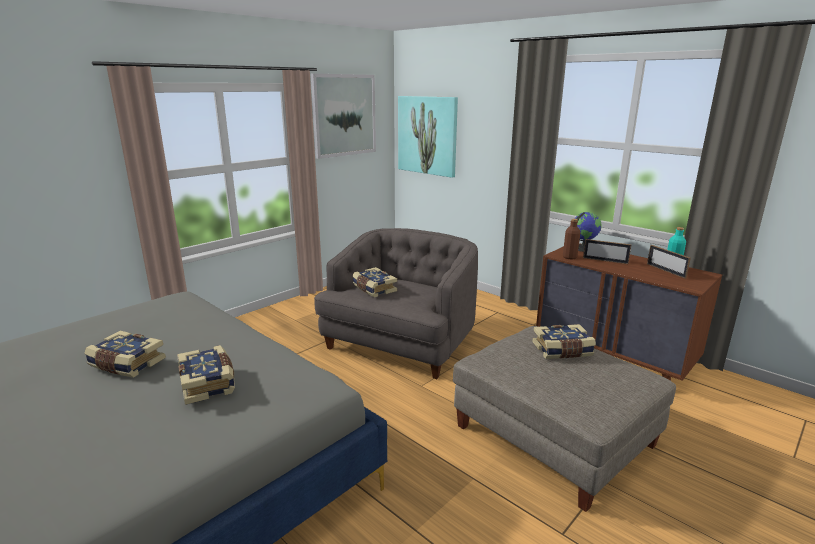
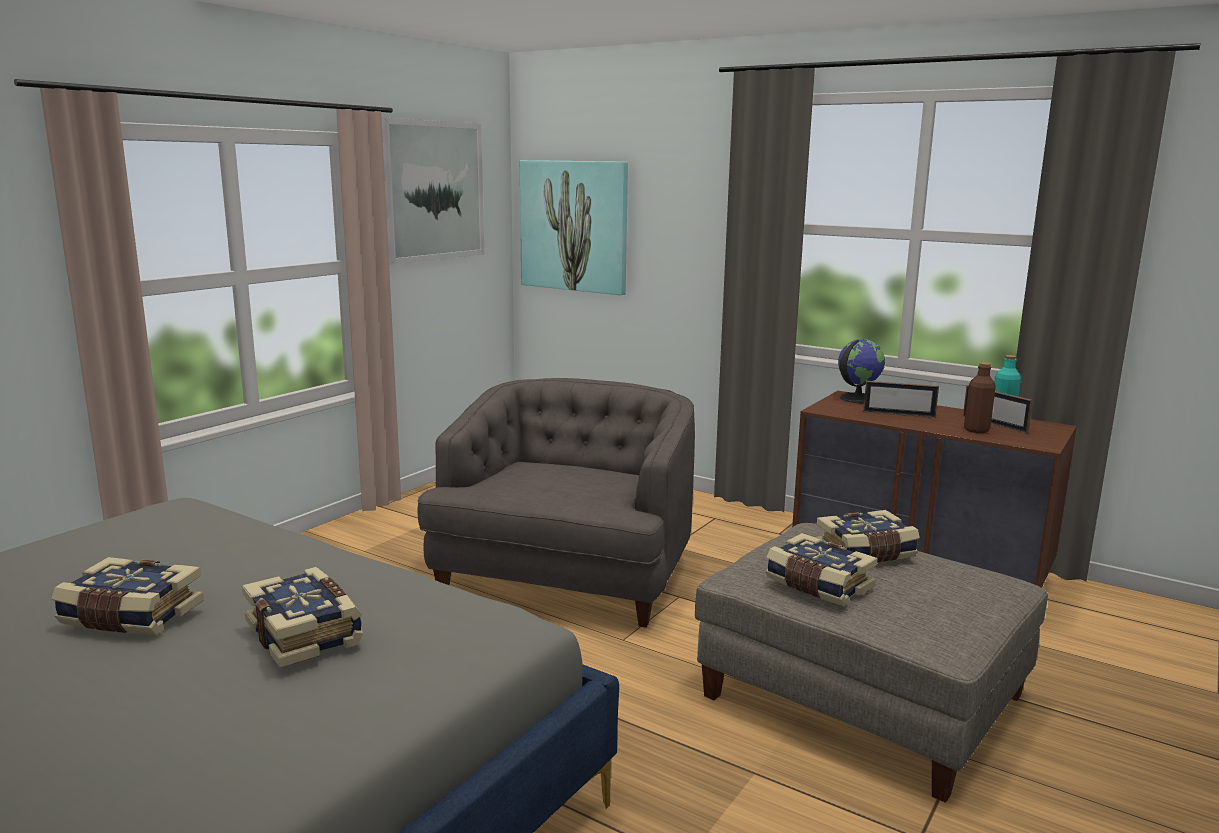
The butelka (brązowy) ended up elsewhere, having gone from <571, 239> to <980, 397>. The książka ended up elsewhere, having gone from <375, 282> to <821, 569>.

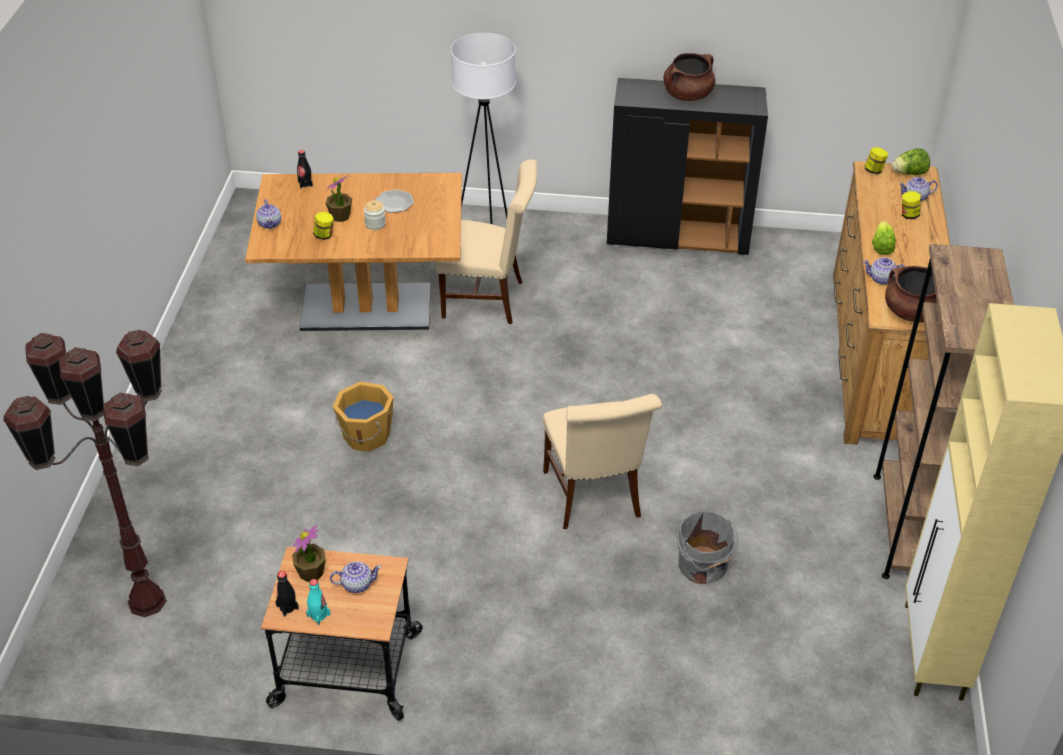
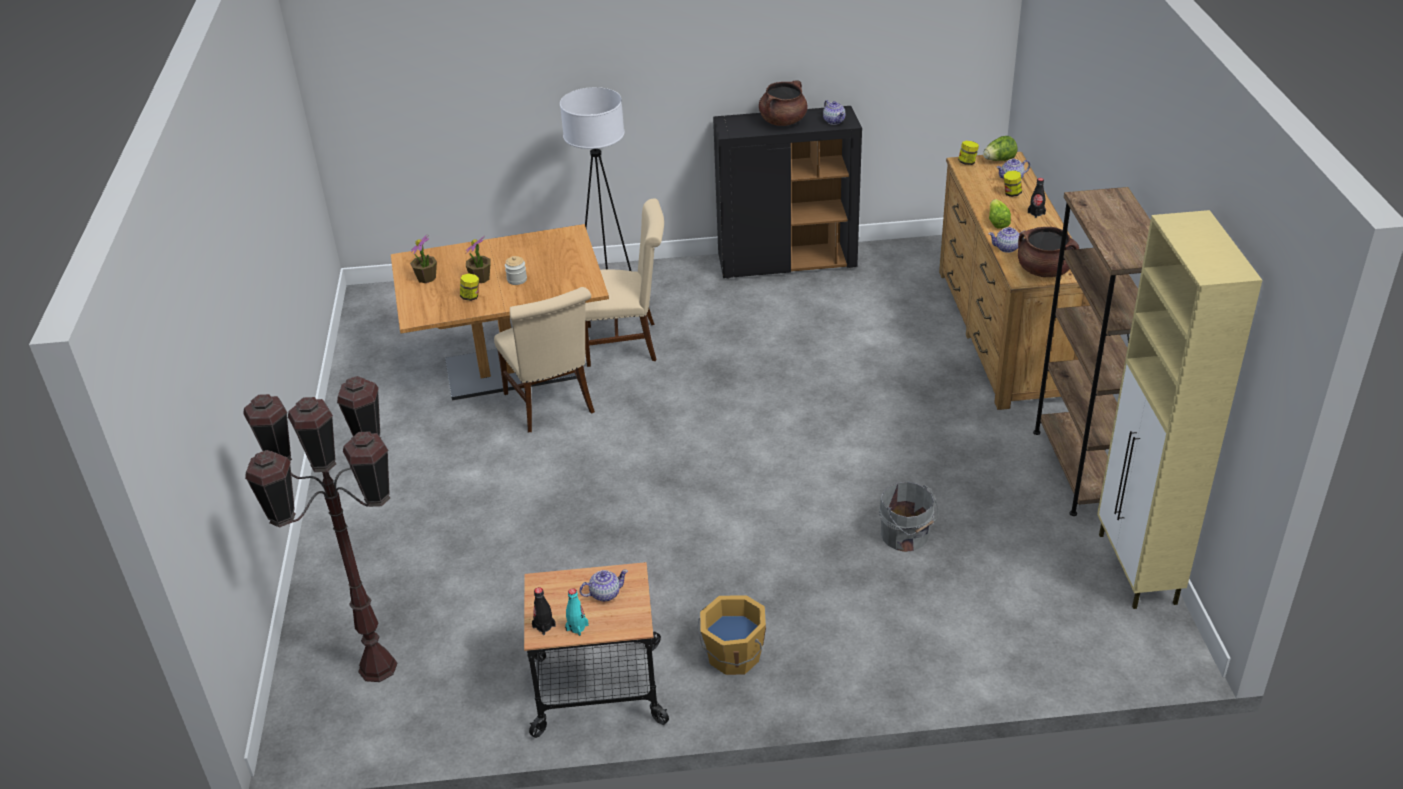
The butelka (czarny) ended up elsewhere, having gone from <305, 169> to <1037, 198>. The second view lost the talerz at <394, 201>. The imbryk ended up elsewhere, having gone from <268, 214> to <834, 112>. The wiadro (pomarańczowy) ended up elsewhere, having gone from <363, 416> to <731, 635>. The krzesło (beżowy) ended up elsewhere, having gone from <602, 461> to <544, 359>. The roślina doniczkowa ended up elsewhere, having gone from <309, 553> to <423, 258>.

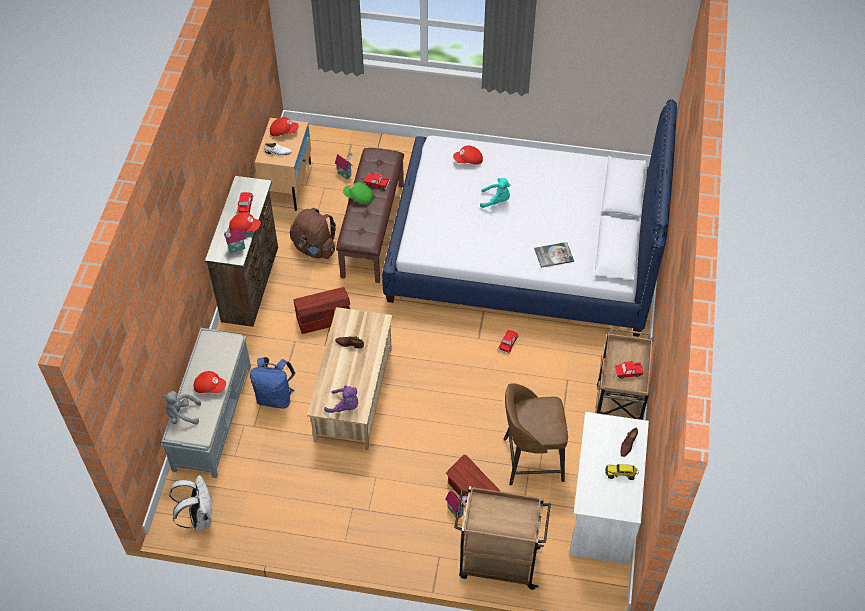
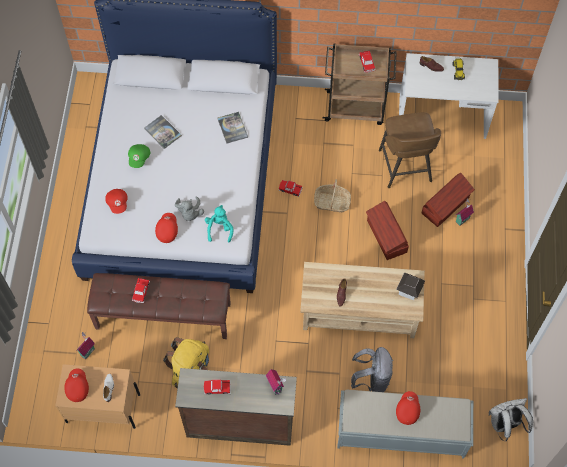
The pluszak (turkusowy) ended up elsewhere, having gone from <495, 193> to <219, 223>. The czapka z daszkiem (zielony) ended up elsewhere, having gone from <358, 193> to <139, 156>. What was the plecak (brązowy) at <313, 233> turned into the plecak (żółty) at <186, 363>. The czapka z daszkiem (czerwony) ended up elsewhere, having gone from <245, 222> to <166, 228>. The pojemnik do przechowywania (brązowy) ended up elsewhere, having gone from <321, 310> to <387, 230>. What was the plecak (niebieski) at <273, 382> turned into the plecak (szary) at <372, 369>. Where the pluszak (fioletowy) stood at <341, 399>, the domek came to stand at <410, 286>. The pluszak (szary) ended up elsewhere, having gone from <182, 408> to <189, 208>. The second view lost the wózek (brązowy) at <502, 538>. The second view gained the książka at <162, 132>. The second view gained the koszyk at <332, 195>.

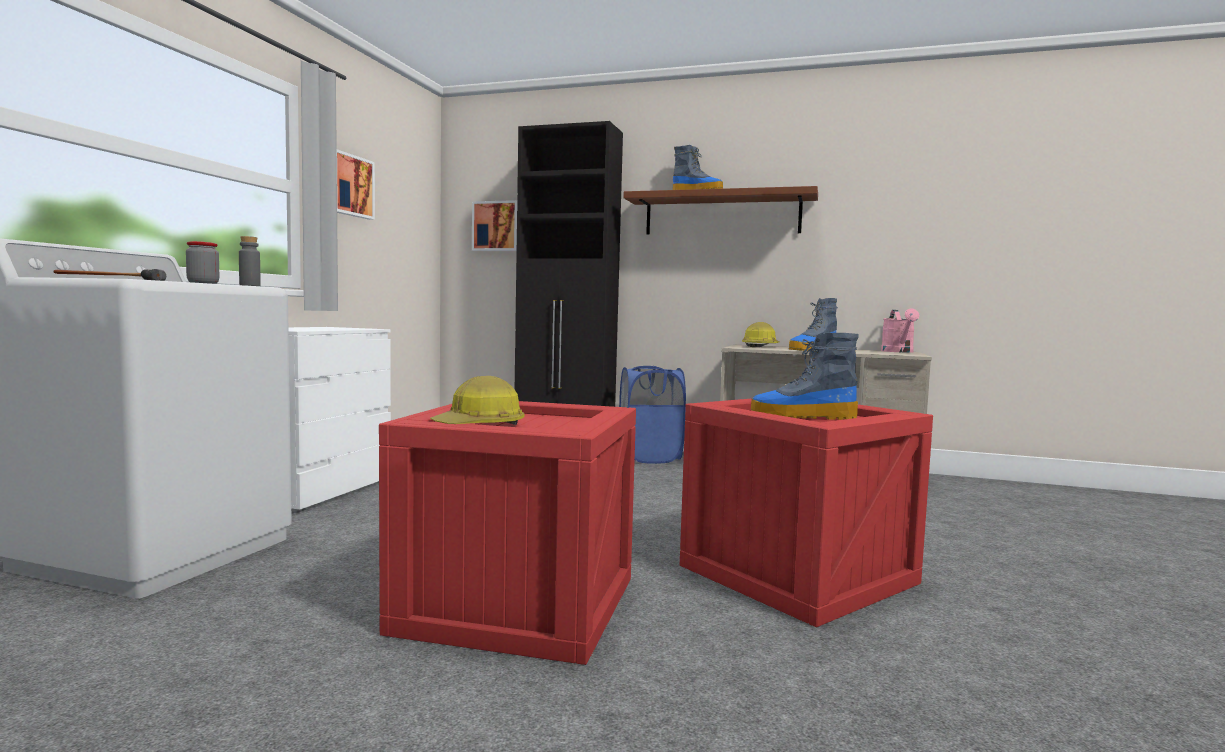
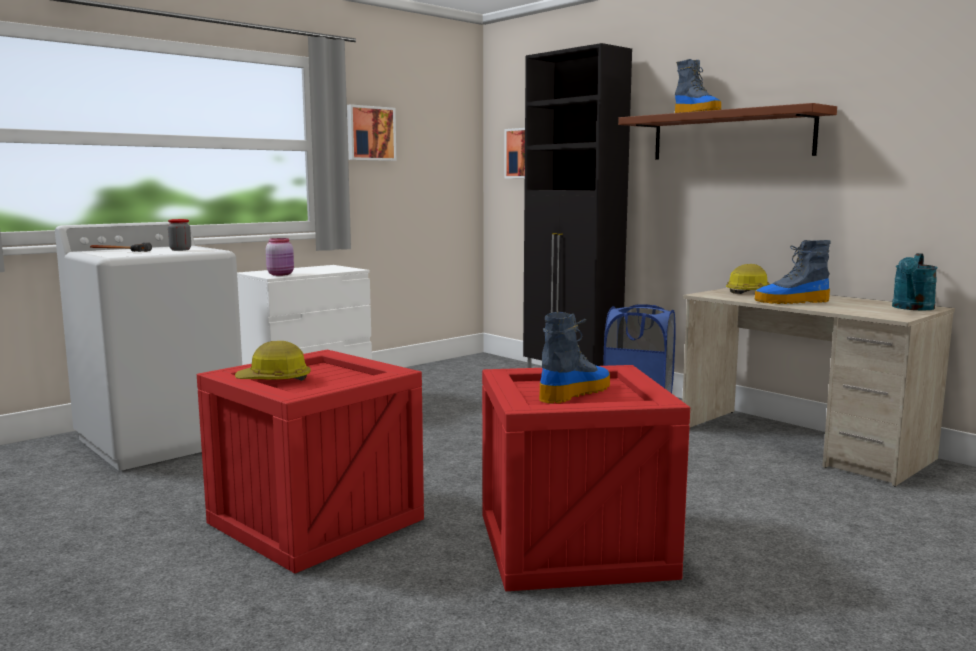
The second view lost the butelka (szary) at <250, 261>. What was the konewka (różowy) at <900, 330> turned into the konewka (turkusowy) at <915, 281>. The but z cholewką at <805, 376> ended up facing another way, 90 degrees clockwise from before. The second view gained the słoik (różowy) at <280, 257>.

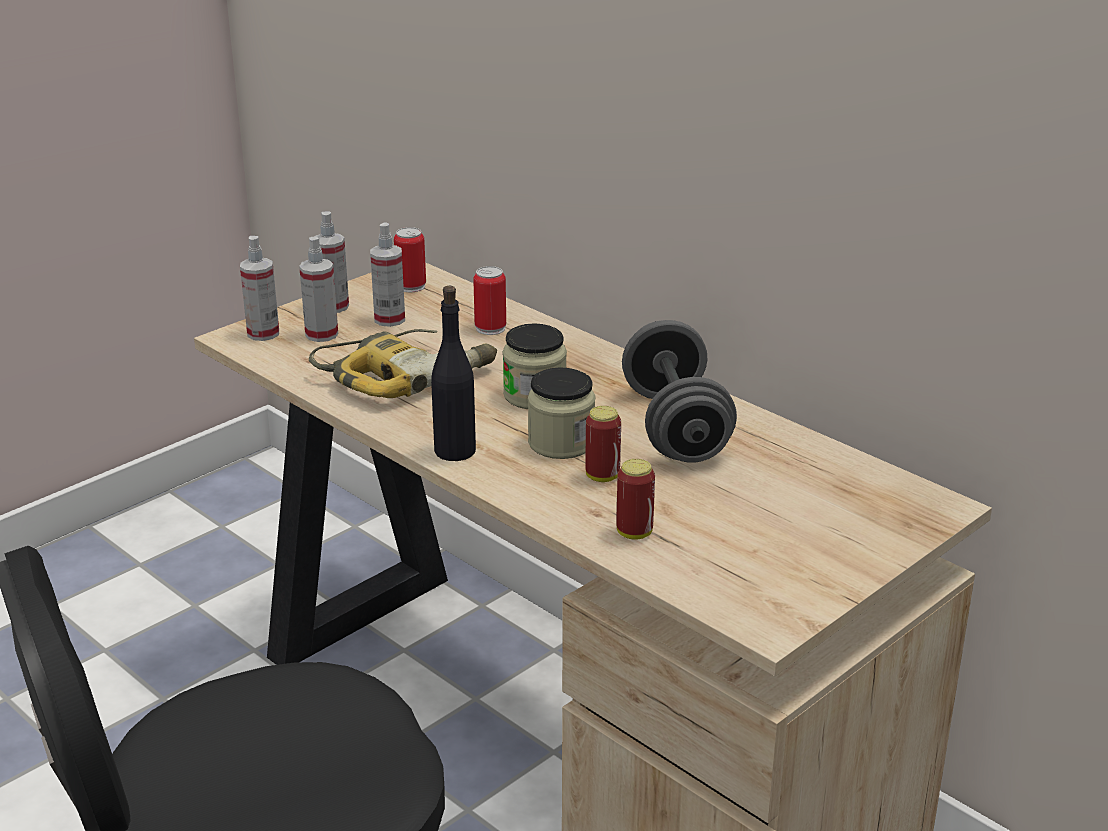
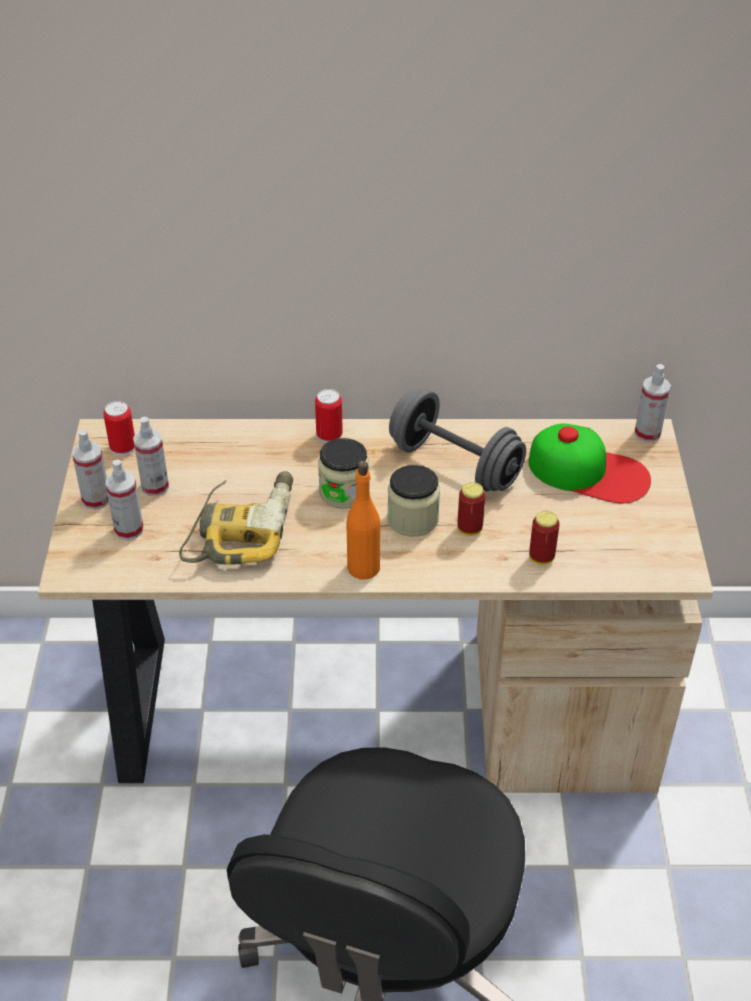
The spryskiwacz ended up elsewhere, having gone from <259, 288> to <652, 403>. The puszka ended up elsewhere, having gone from <489, 300> to <329, 416>. What was the butelka (czarny) at <453, 373> turned into the butelka (pomarańczowy) at <363, 520>. The second view gained the czapka z daszkiem at <589, 463>.

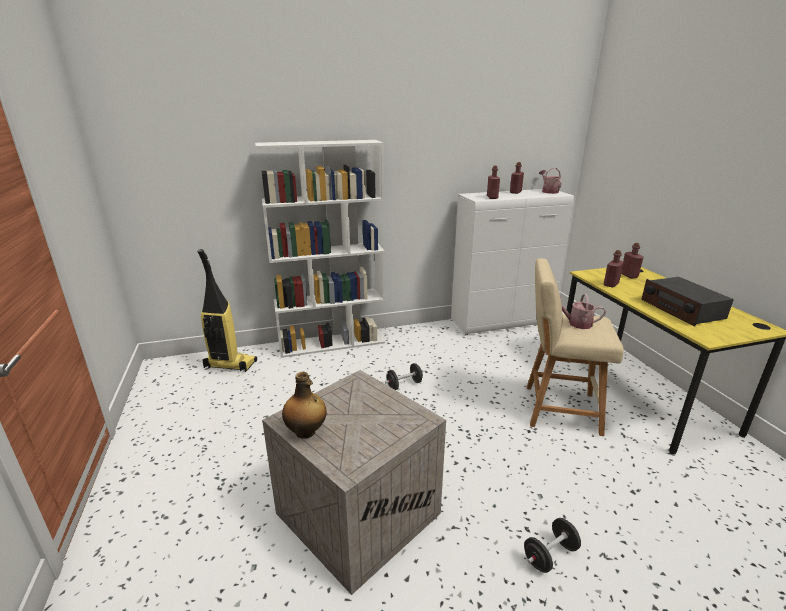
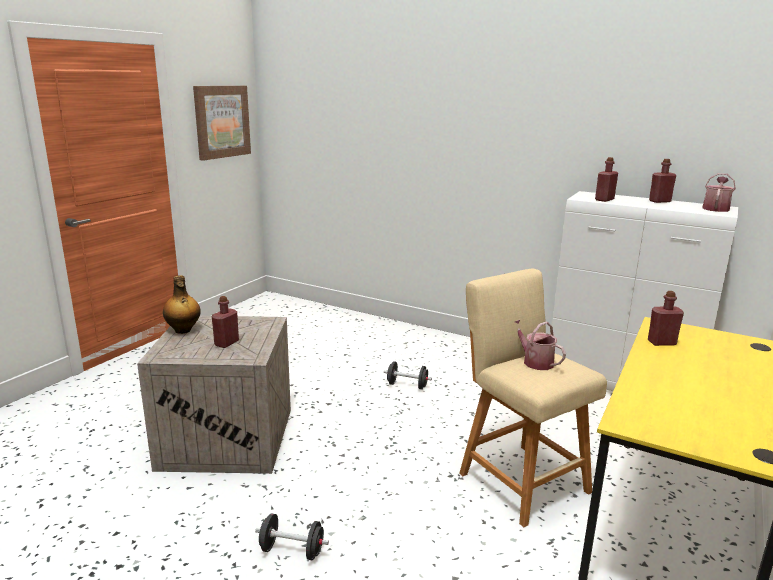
The second view lost the regał (biały) at <320, 249>. The butelka (czerwony) ended up elsewhere, having gone from <632, 261> to <225, 322>. The second view lost the odkurzacz at <227, 310>. The second view lost the radio at <687, 301>. The second view gained the obraz at <222, 123>.

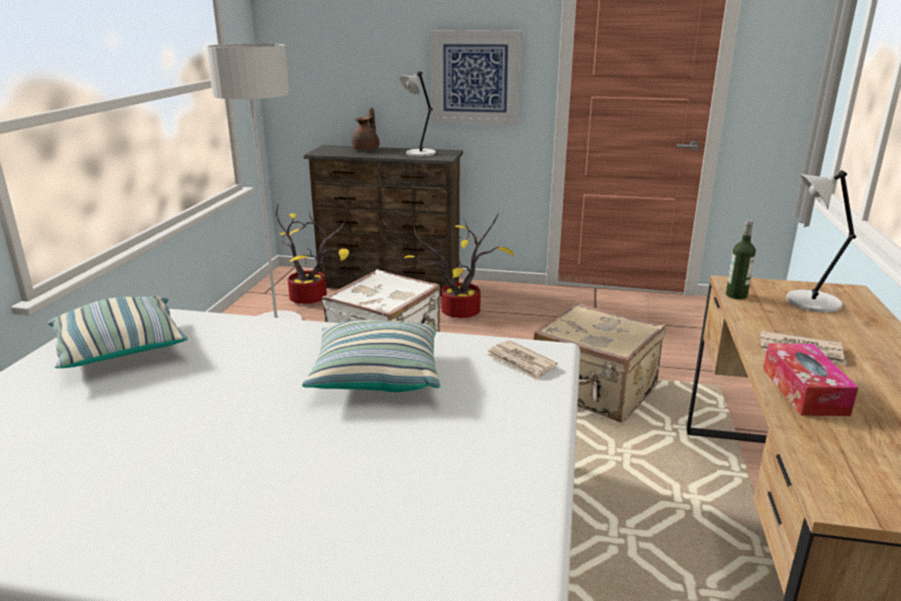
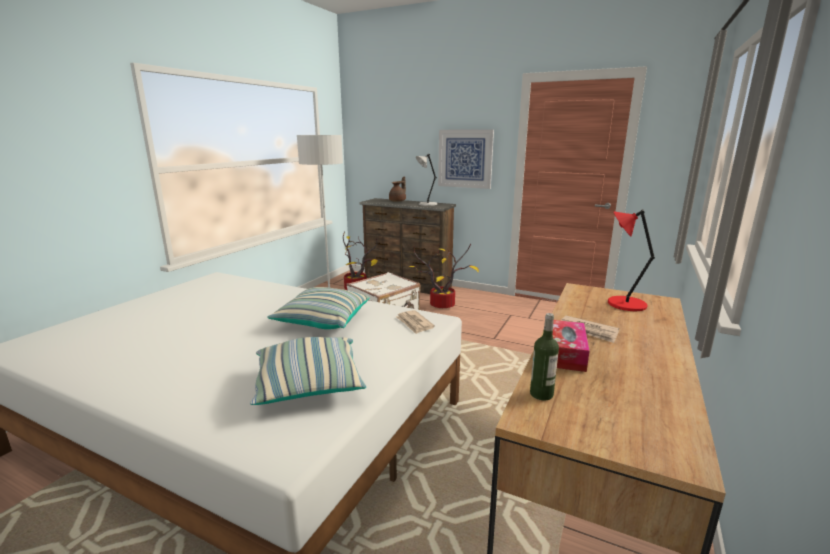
What was the lampa stołowa (szary) at <821, 241> turned into the lampa stołowa (czerwony) at <631, 260>. The butelka ended up elsewhere, having gone from <741, 259> to <544, 357>. The poduszka ended up elsewhere, having gone from <118, 332> to <308, 371>. The second view lost the walizka (beżowy) at <599, 362>.

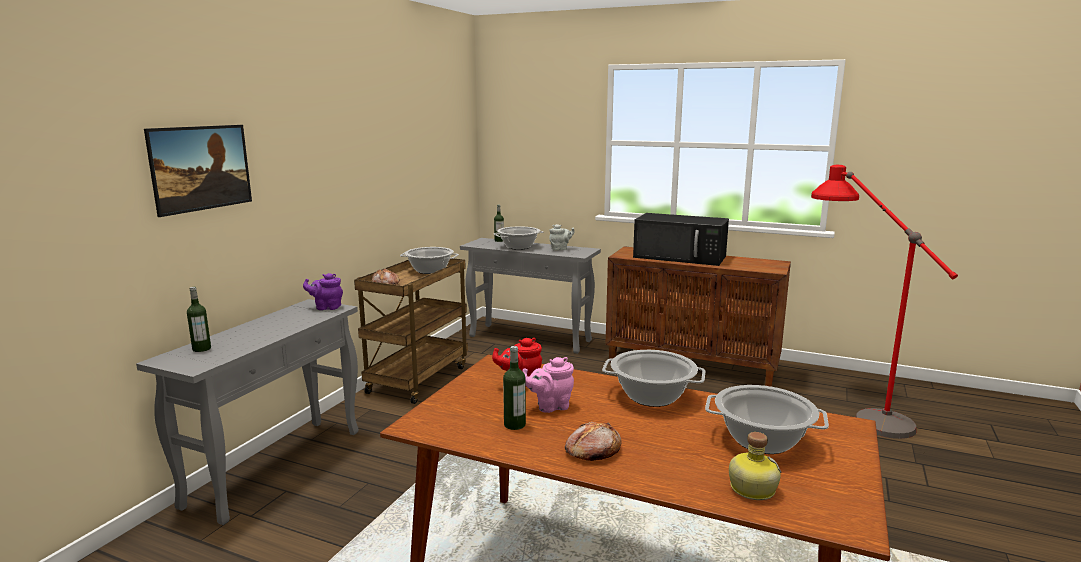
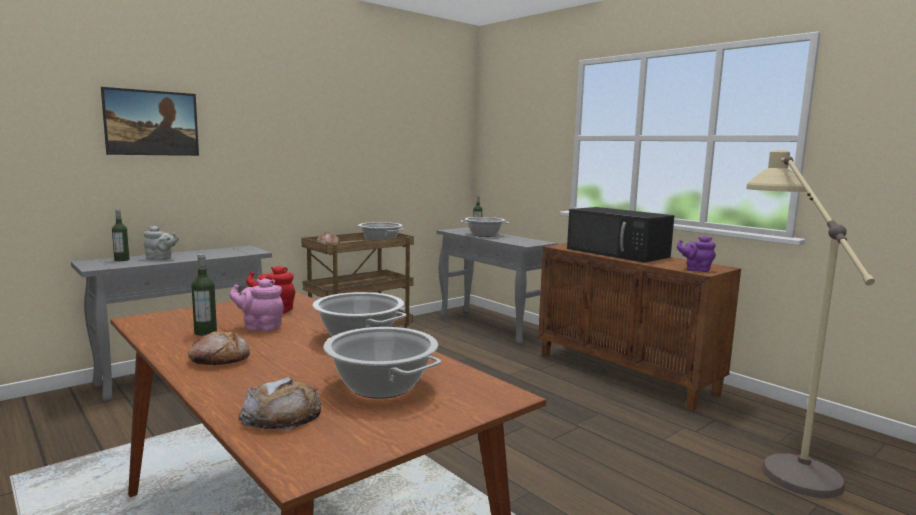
What was the lampa stojąca (czerwony) at <884, 302> turned into the lampa stojąca (beżowy) at <810, 324>. The imbryk (szary) ended up elsewhere, having gone from <562, 237> to <161, 243>. The imbryk (fioletowy) ended up elsewhere, having gone from <323, 291> to <696, 254>. Where the butelka stood at <755, 466>, the chleb came to stand at <280, 403>.

